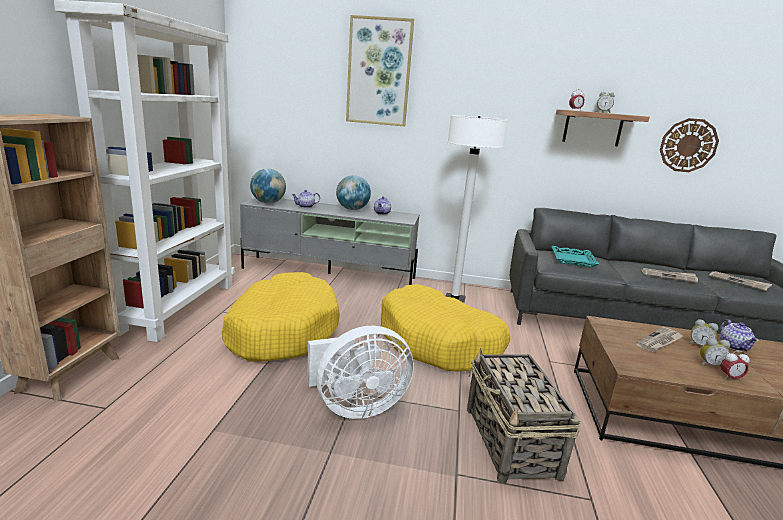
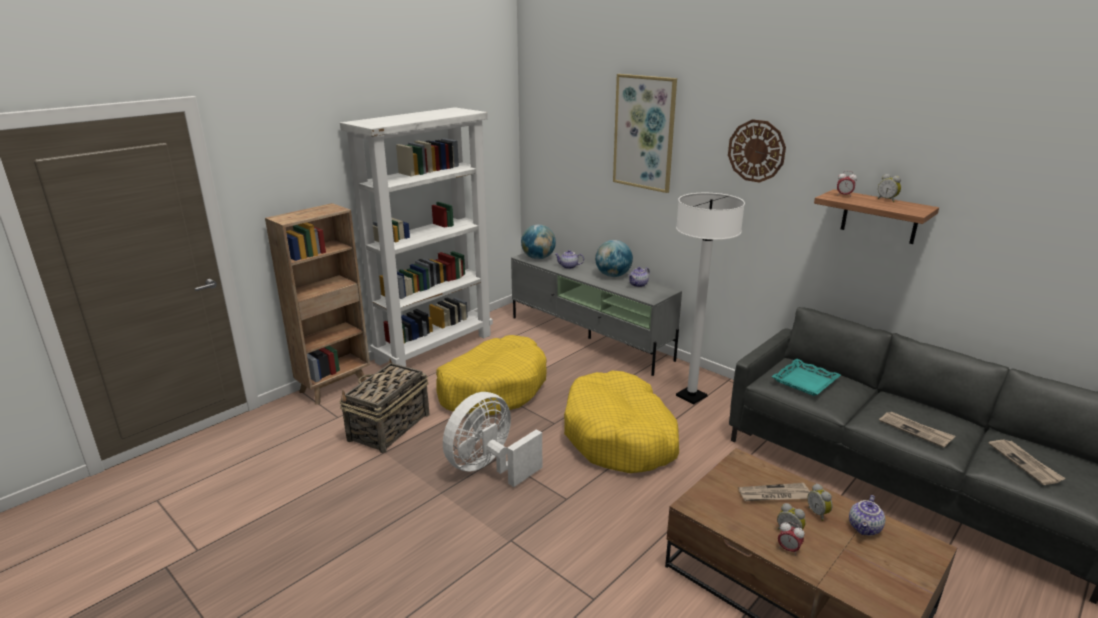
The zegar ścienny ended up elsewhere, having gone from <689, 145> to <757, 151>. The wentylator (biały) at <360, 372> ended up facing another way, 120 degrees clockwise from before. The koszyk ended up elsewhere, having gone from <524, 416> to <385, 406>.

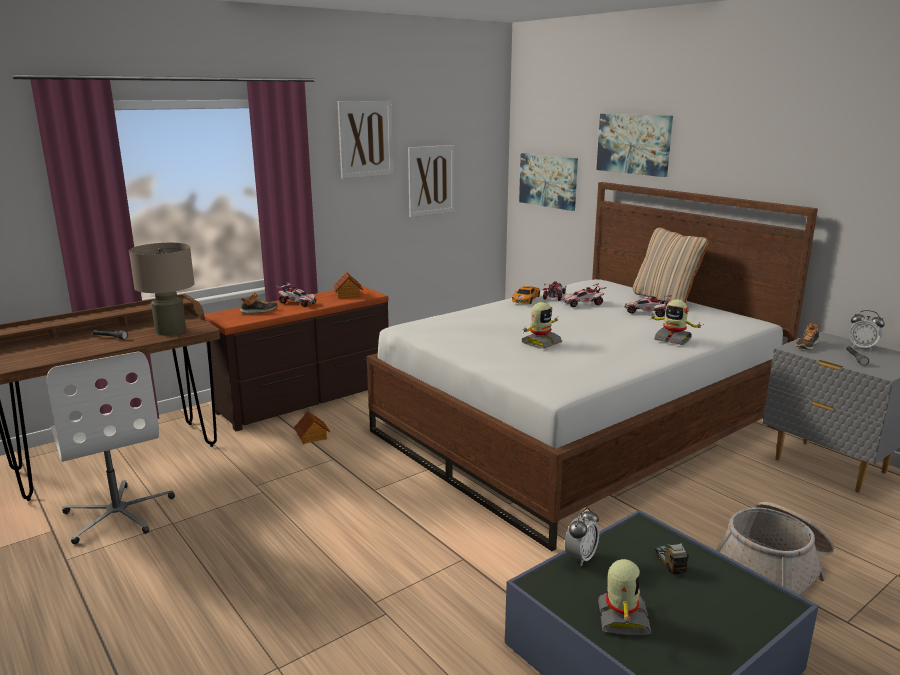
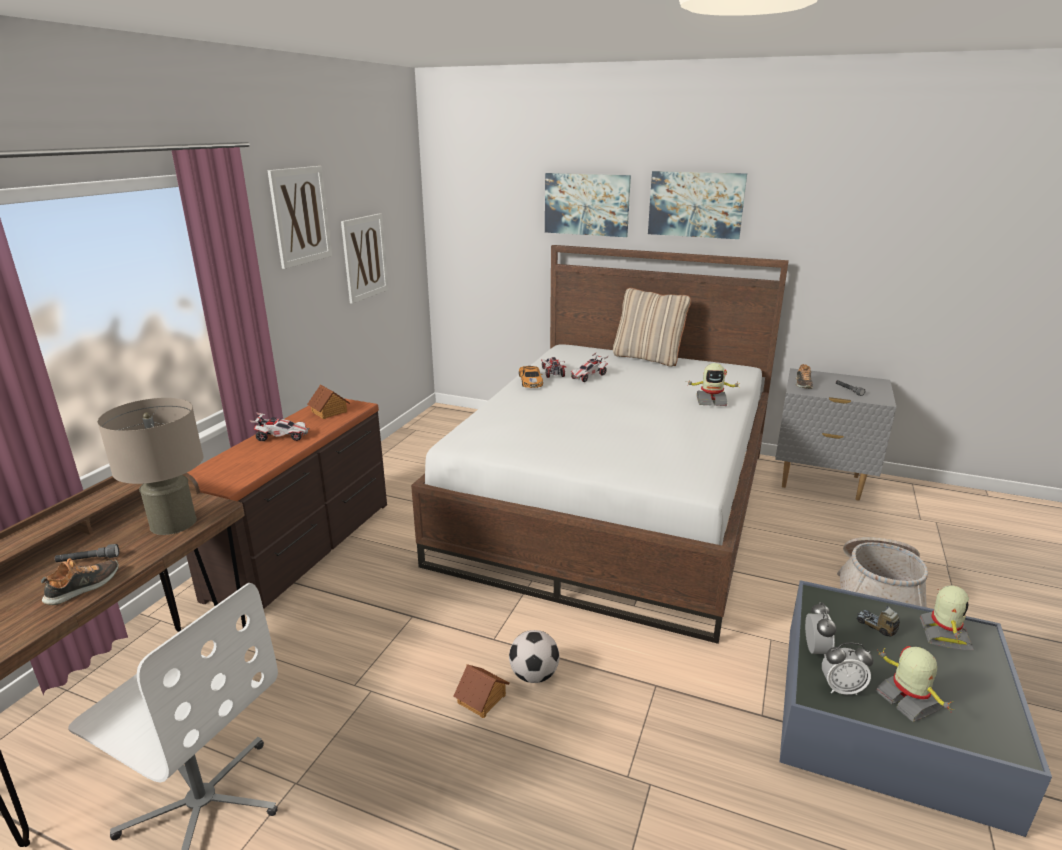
The obraz ended up elsewhere, having gone from <548, 182> to <697, 205>. The but ended up elsewhere, having gone from <259, 303> to <80, 581>. The second view lost the samochodzik at <648, 306>. The robot zabawkowy ended up elsewhere, having gone from <541, 325> to <947, 617>. The budzik ended up elsewhere, having gone from <867, 330> to <848, 669>. The domek ended up elsewhere, having gone from <312, 427> to <481, 691>. The second view gained the piłka futbolowa at <534, 656>.

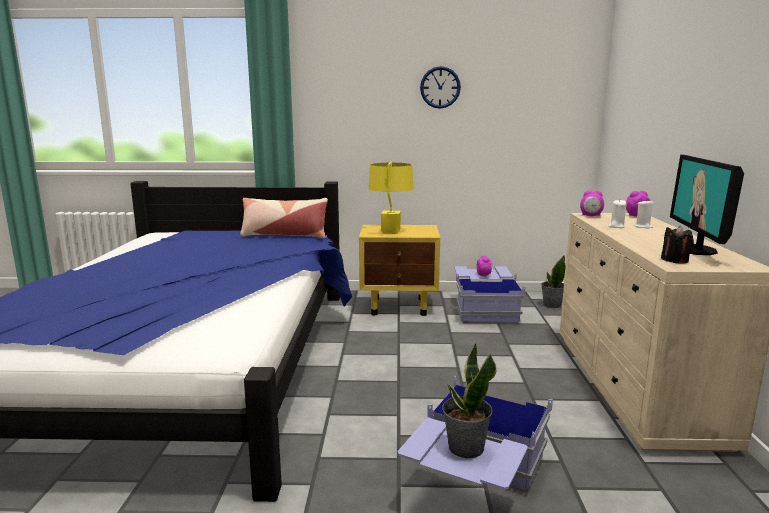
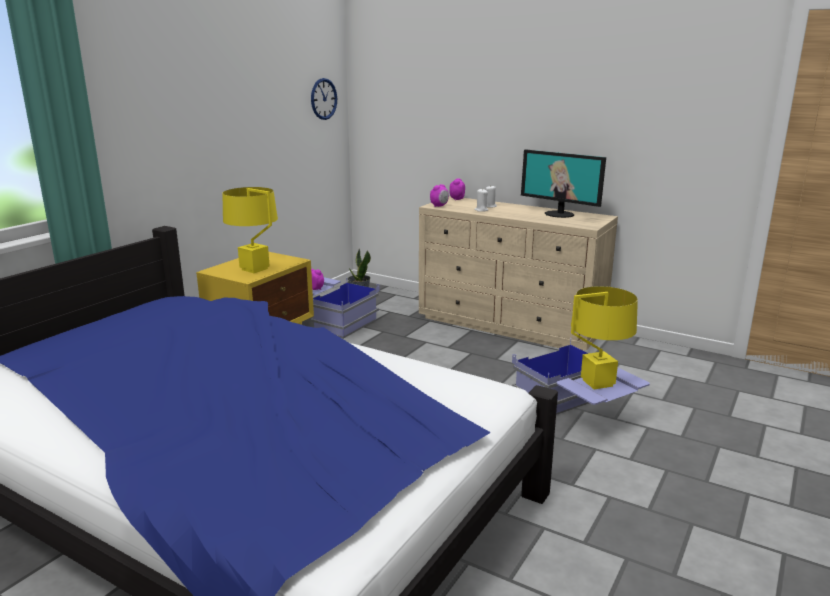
The zegar ścienny ended up elsewhere, having gone from <440, 87> to <324, 99>. The second view lost the poduszka at <284, 218>. The second view lost the świeca (czarny) at <677, 245>. Where the roślina doniczkowa stood at <469, 400>, the lampa stołowa (żółty) came to stand at <604, 338>.

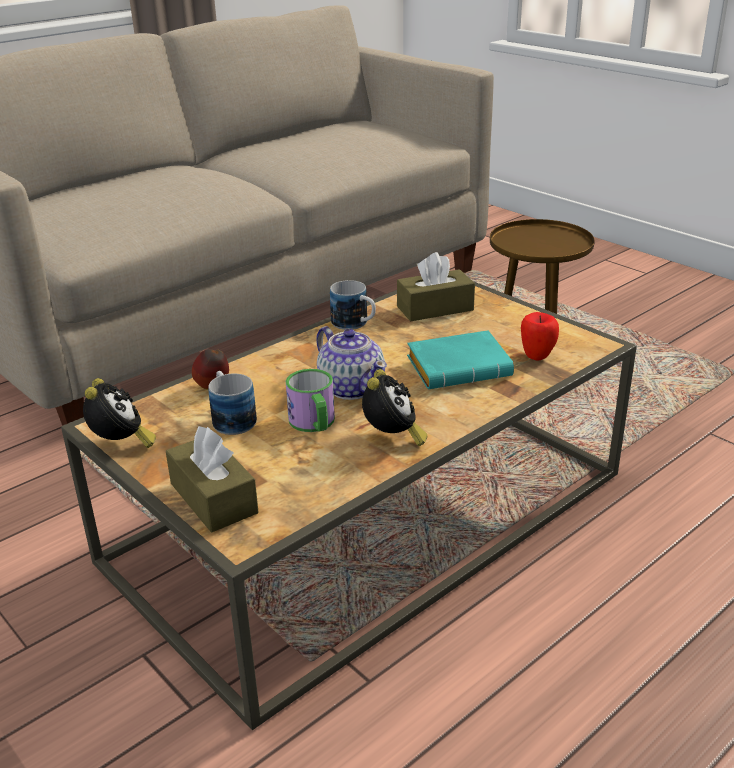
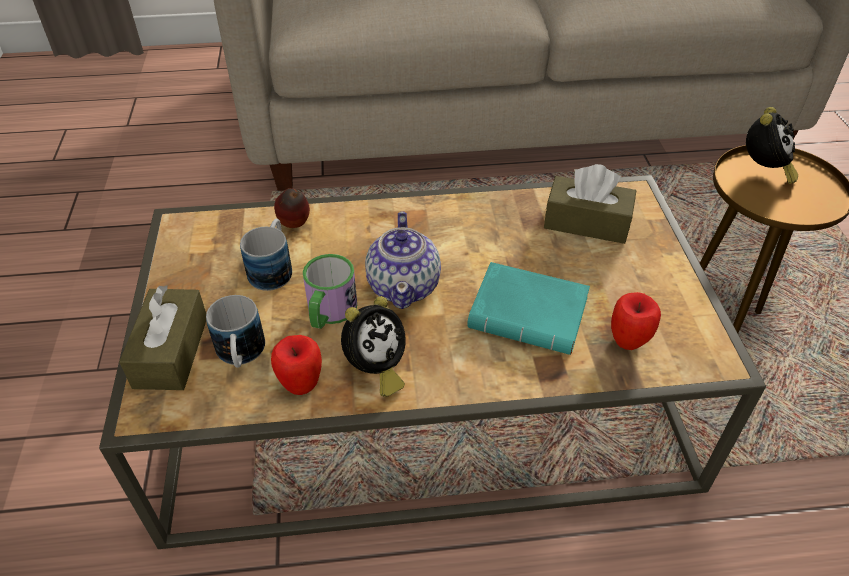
The kubek ended up elsewhere, having gone from <353, 305> to <235, 331>. The budzik ended up elsewhere, having gone from <119, 413> to <772, 145>. The second view gained the jabłko at <296, 365>.

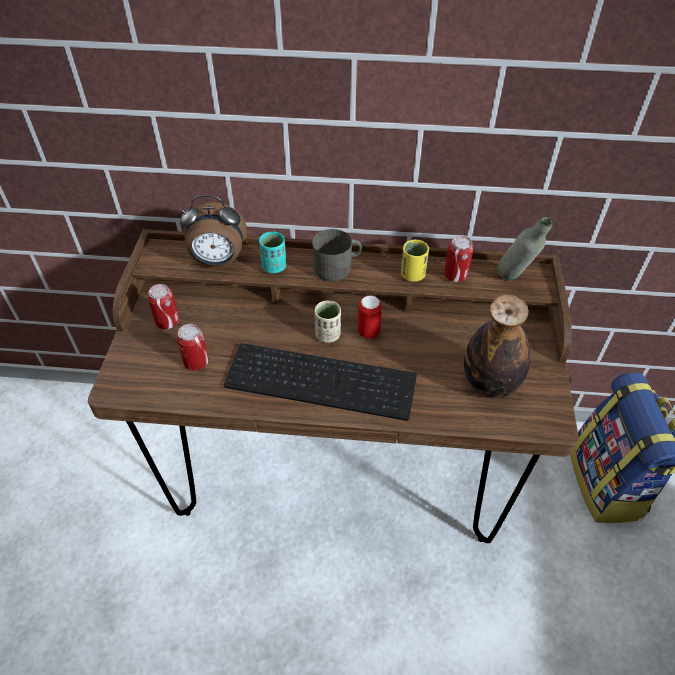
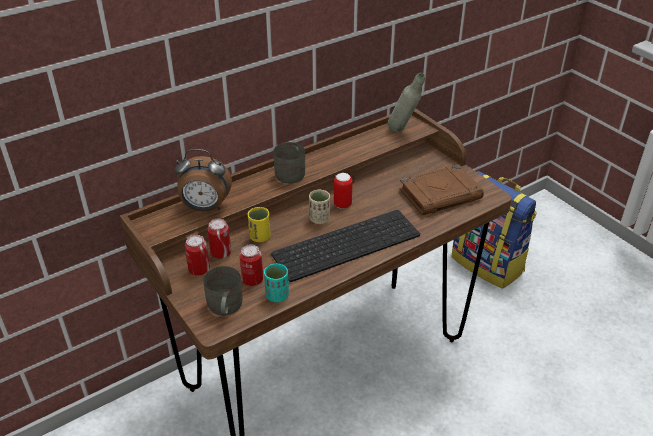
The budzik at <213, 231> ended up facing another way, 45 degrees clockwise from before. The filiżanka (turkusowy) ended up elsewhere, having gone from <272, 252> to <276, 283>. The puszka ended up elsewhere, having gone from <459, 259> to <219, 239>. The filiżanka (żółty) ended up elsewhere, having gone from <415, 261> to <259, 224>. Where the butelka stood at <497, 346>, the książka (brązowy) came to stand at <442, 190>. The second view gained the kubek (szary) at <222, 291>.

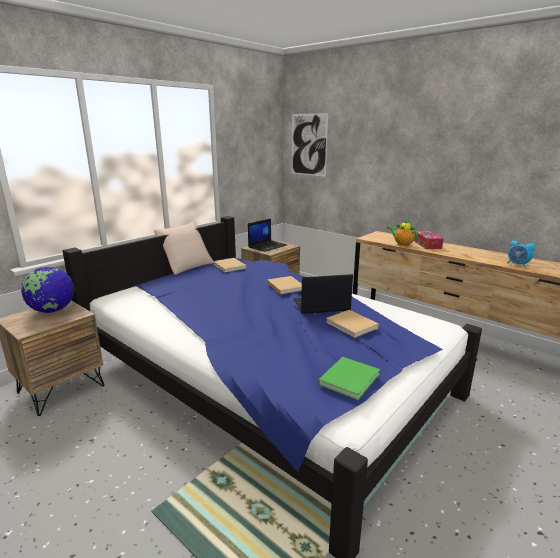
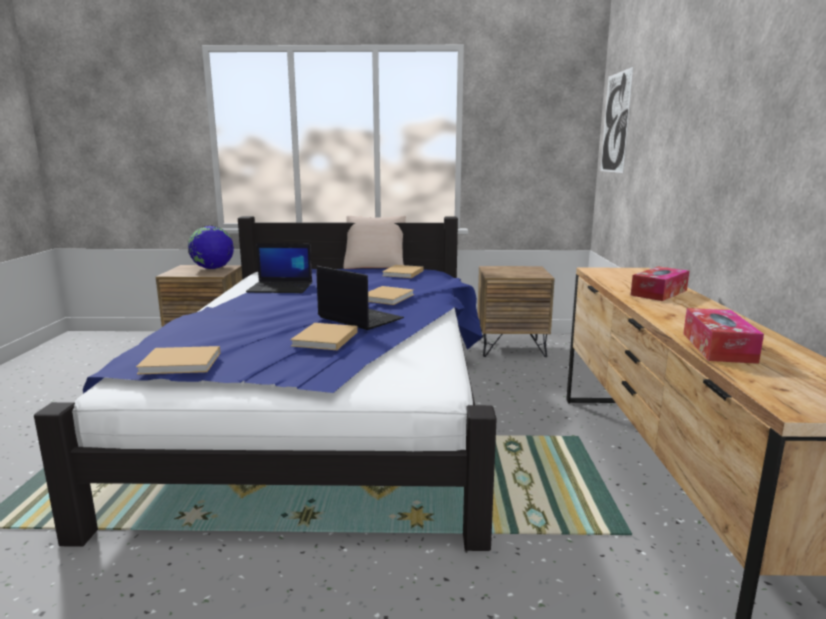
The laptop ended up elsewhere, having gone from <267, 235> to <279, 268>. The second view lost the imbryk at <402, 232>. Where the budzik stood at <521, 253>, the pudełko chusteczek came to stand at <723, 336>. What was the książka (zielony) at <349, 378> turned into the książka (beżowy) at <178, 360>.

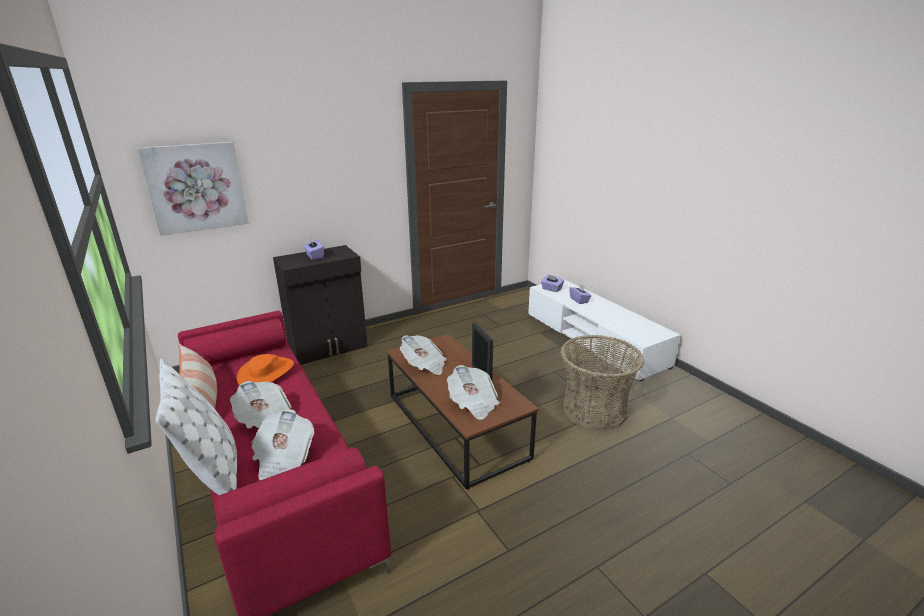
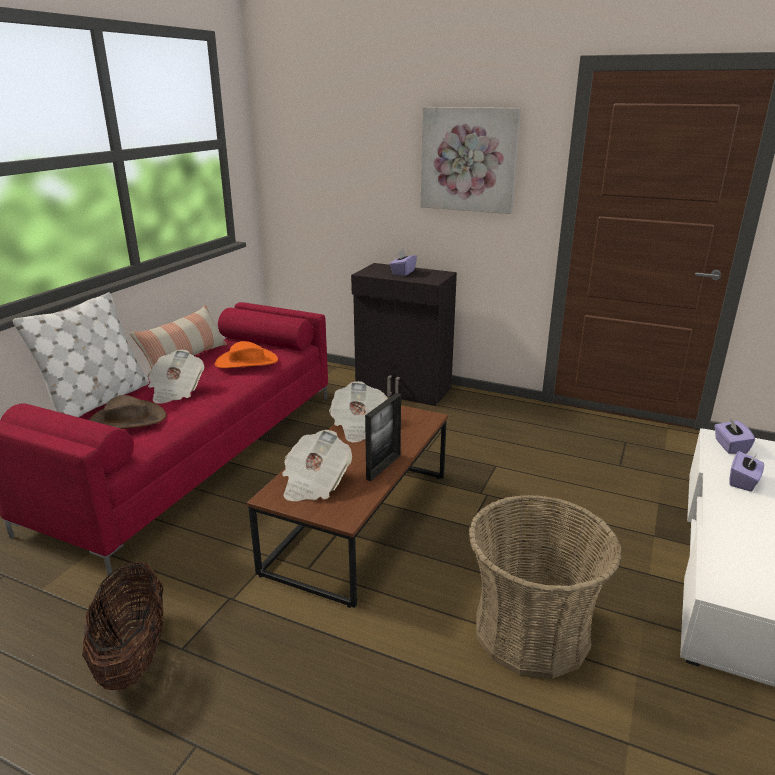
The obraz ended up elsewhere, having gone from <193, 189> to <470, 160>. Where the gazeta stood at <282, 444>, the kapelusz (brązowy) came to stand at <128, 412>. The second view gained the koszyk at <123, 626>.

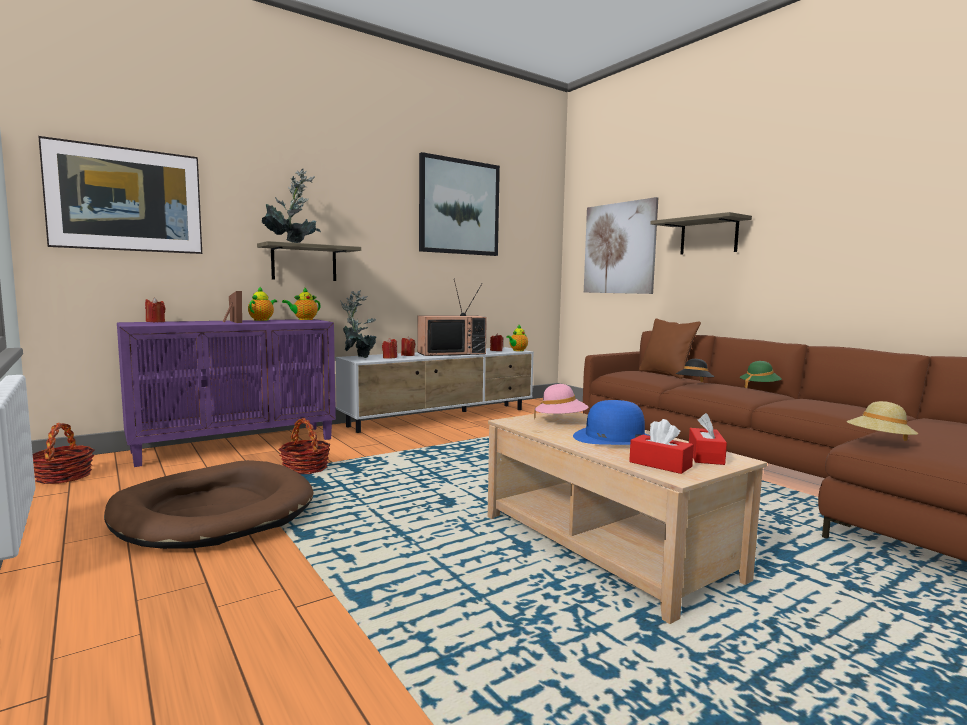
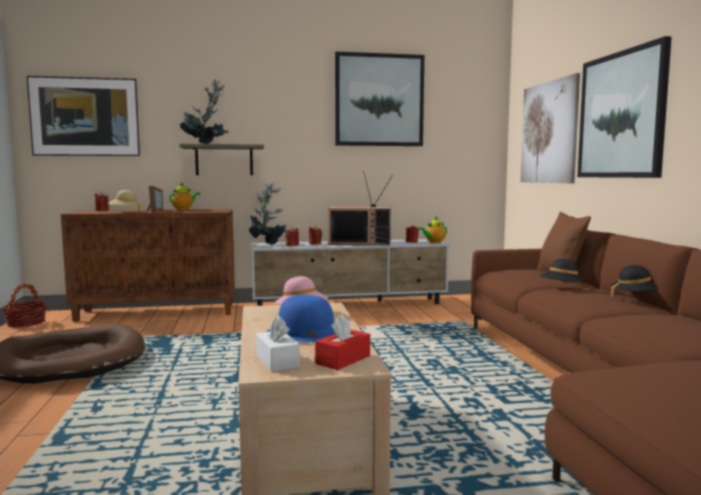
Where the półka hung at <701, 233>, the obraz came to hang at <624, 107>. The second view lost the imbryk at <301, 303>. What was the szafka (fioletowy) at <226, 393> turned into the szafka (brązowy) at <148, 265>. What was the kapelusz (zielony) at <761, 375> turned into the kapelusz (czarny) at <635, 280>. The kapelusz (beżowy) ended up elsewhere, having gone from <882, 421> to <125, 201>. The second view lost the koszyk at <305, 446>. What was the pudełko chusteczek (czerwony) at <661, 446> turned into the pudełko chusteczek (biały) at <278, 344>.

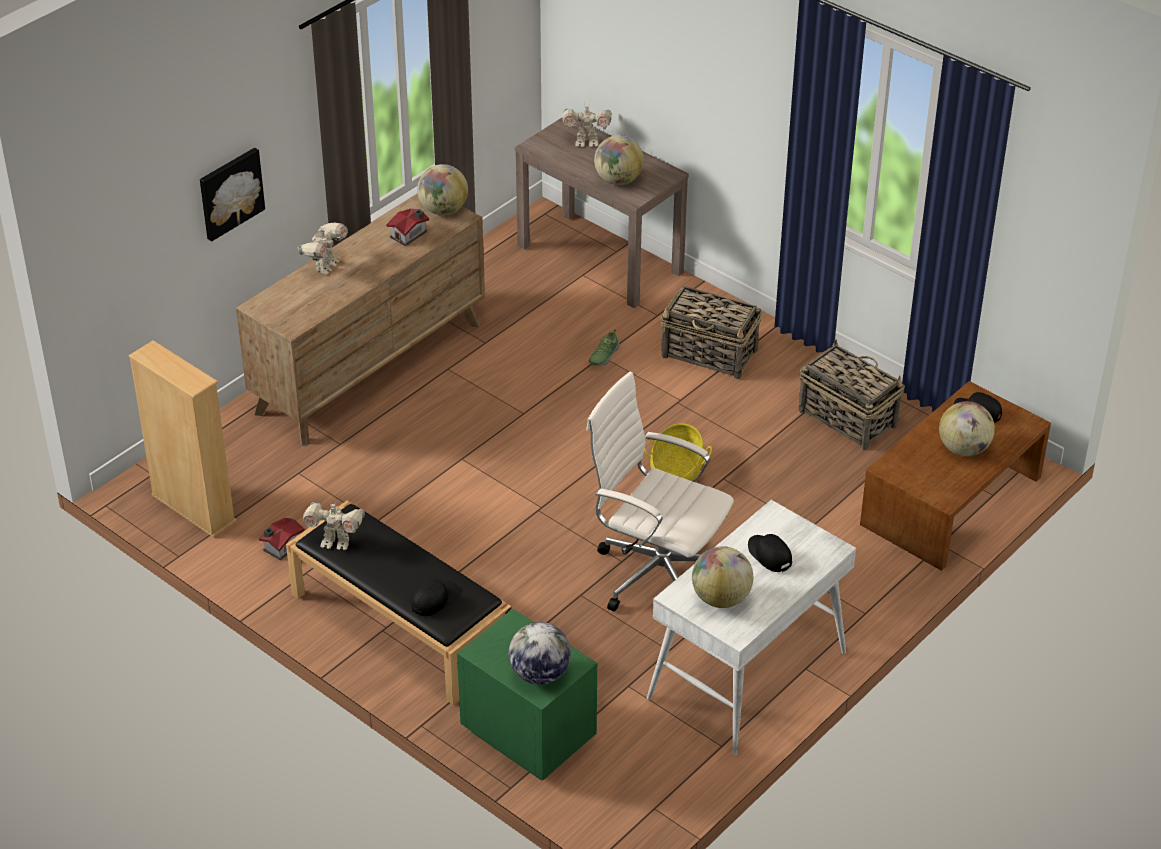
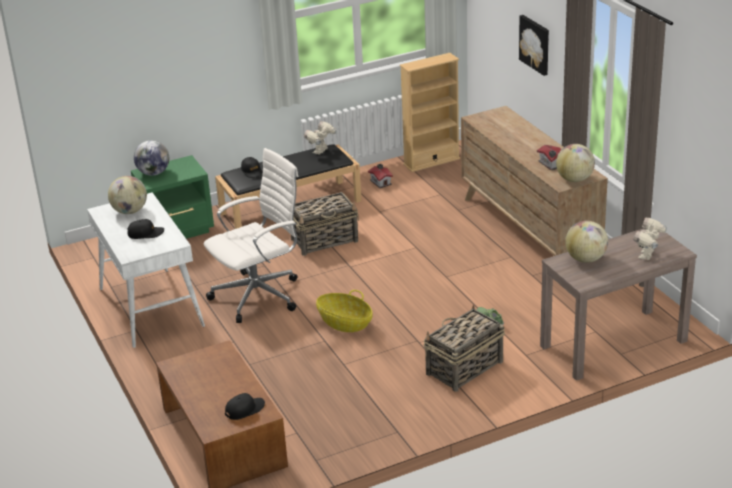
The second view lost the robot zabawkowy at <323, 248>. The koszyk ended up elsewhere, having gone from <851, 395> to <325, 224>. The second view lost the globus at <967, 428>.

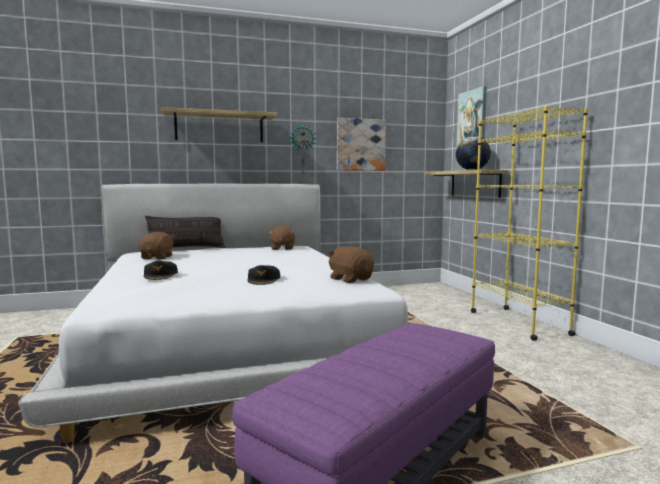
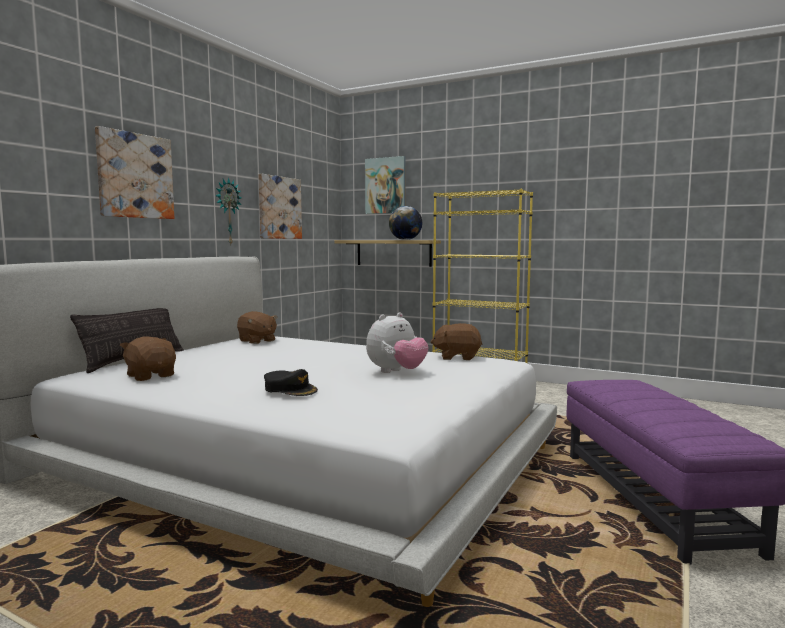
Where the półka hung at <219, 124>, the obraz came to hang at <134, 172>. Where the czapka z daszkiem (czarny) stood at <263, 275>, the pluszak came to stand at <397, 342>.

